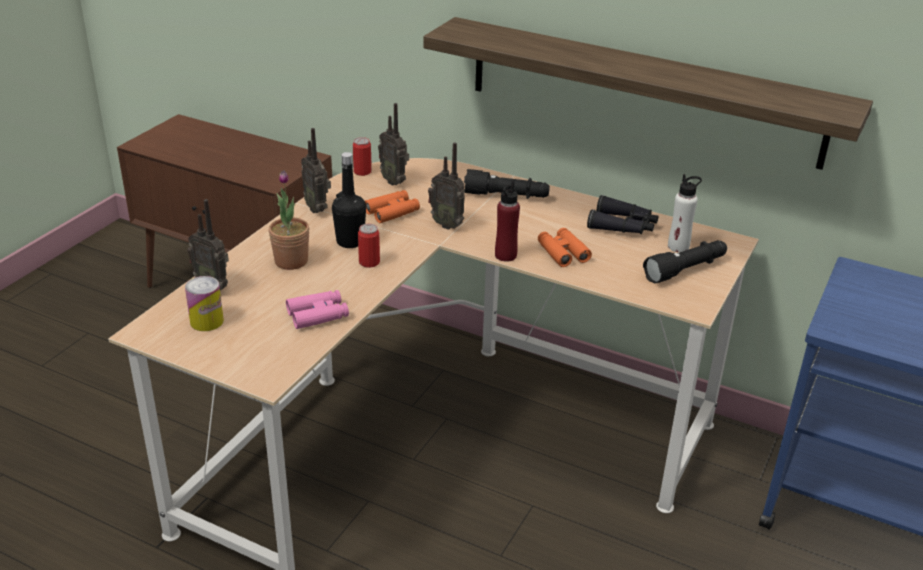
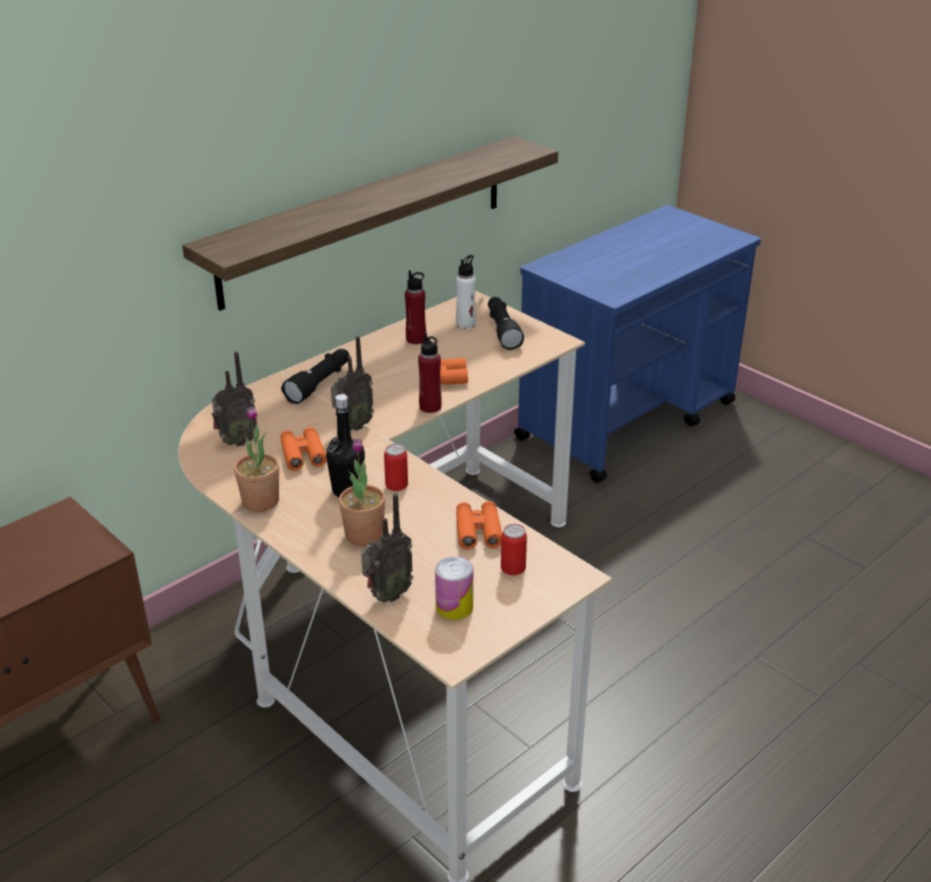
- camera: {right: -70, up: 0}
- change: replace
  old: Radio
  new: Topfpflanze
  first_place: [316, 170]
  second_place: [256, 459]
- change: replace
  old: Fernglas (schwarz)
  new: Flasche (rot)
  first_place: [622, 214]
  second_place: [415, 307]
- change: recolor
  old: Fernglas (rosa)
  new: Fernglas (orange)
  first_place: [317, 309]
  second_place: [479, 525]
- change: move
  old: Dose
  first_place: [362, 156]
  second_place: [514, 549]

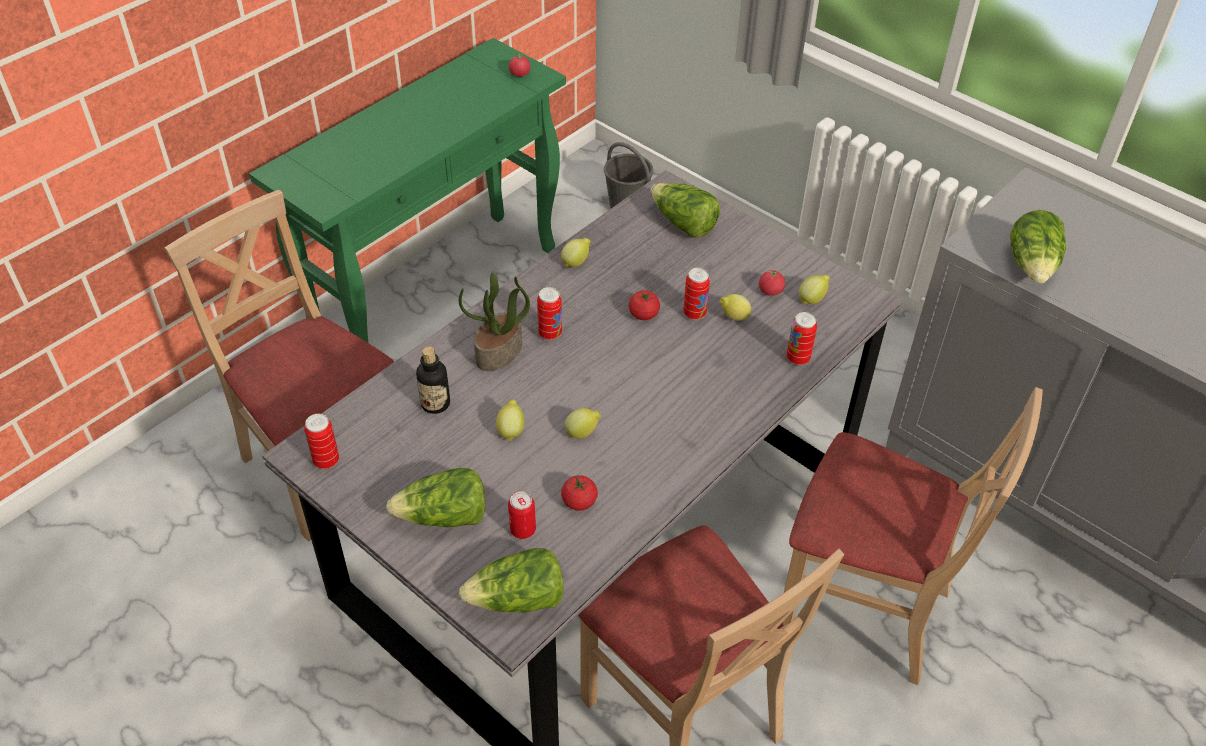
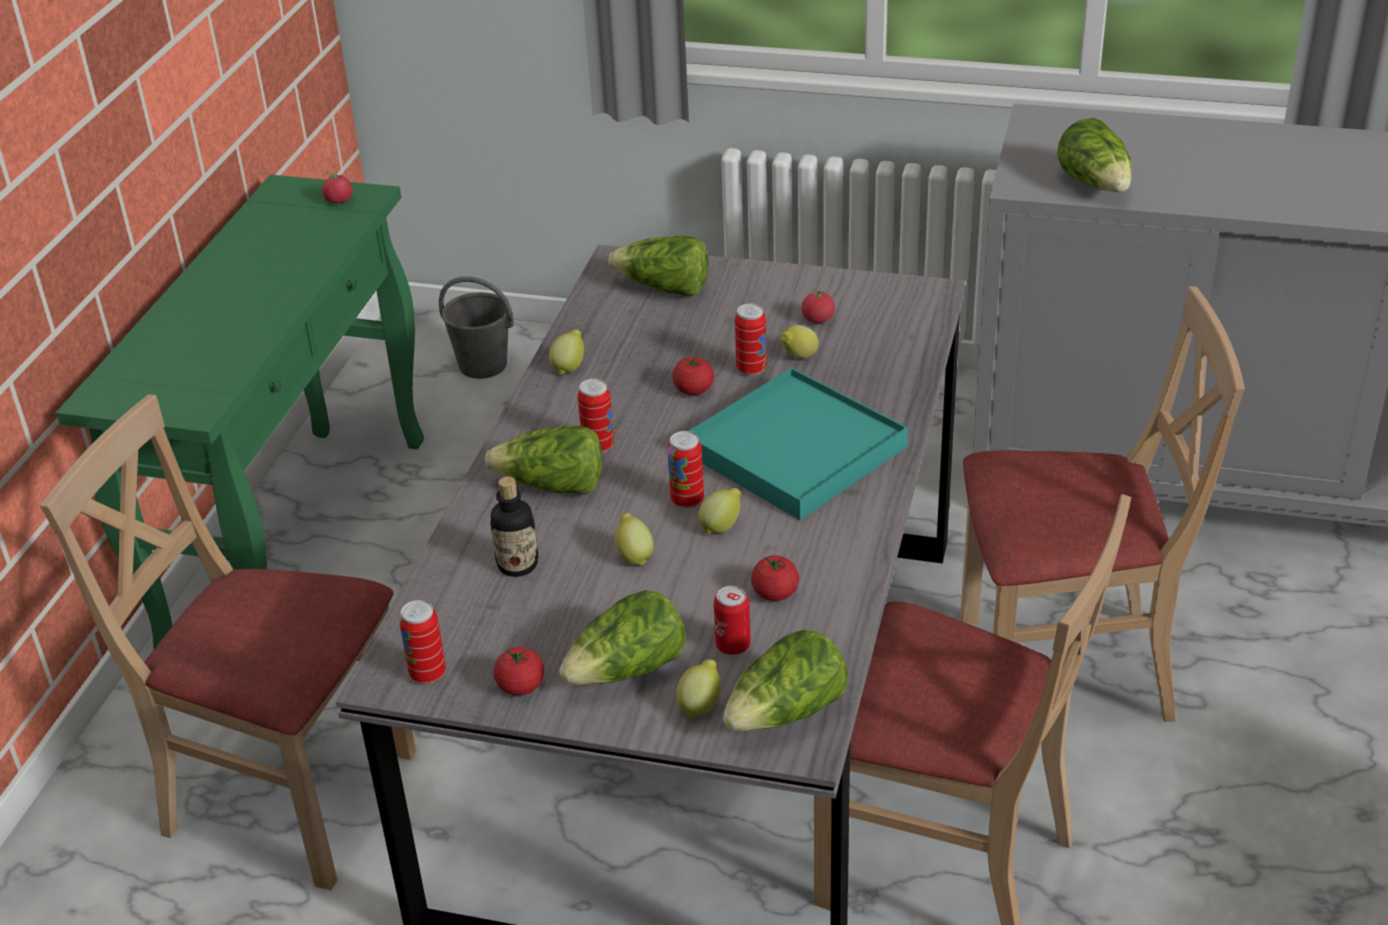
- camera: {right: -25, up: -10}
- change: replace
  old: Topfpflanze
  new: Salatkopf
  first_place: [494, 321]
  second_place: [543, 460]
- change: insert
  new: Tomate
  second_place: [519, 671]
- change: move
  old: Dose
  first_place: [802, 338]
  second_place: [686, 470]
- change: move
  old: Zitrone
  first_place: [814, 289]
  second_place: [698, 689]
- change: insert
  new: Tablett (türkis)
  second_place: [798, 444]

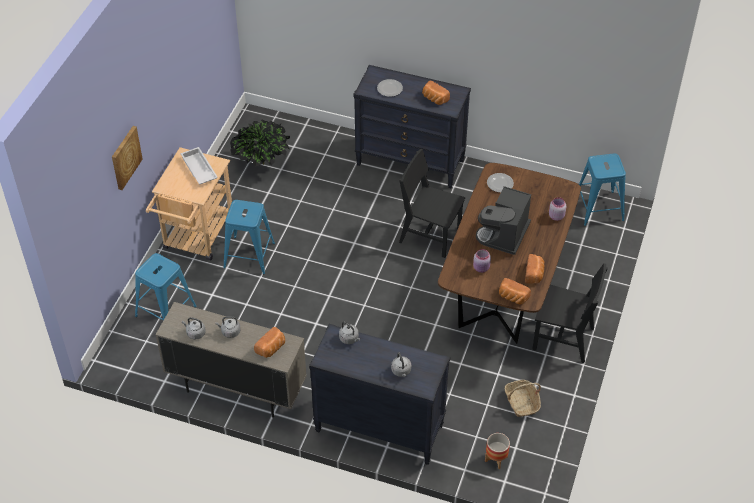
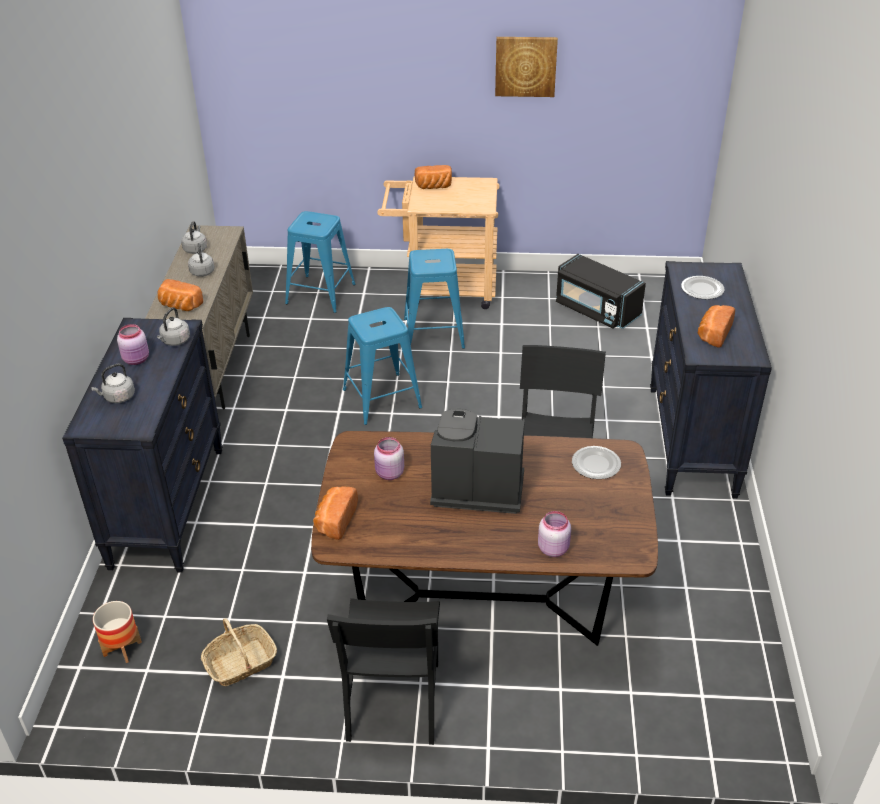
- camera: {right: 75, up: -10}
- change: insert
  new: Vorratsglas (rosa)
  second_place: [133, 344]
- change: move
  old: Hocker (blau)
  first_place: [602, 190]
  second_place: [382, 366]
- change: move
  old: Brot
  first_place: [534, 269]
  second_place: [433, 177]
- change: move
  old: Bild
  first_place: [127, 158]
  second_place: [526, 67]
- change: replace
  old: Topfpflanze
  new: Mikrowelle (schwarz)
  first_place: [260, 143]
  second_place: [601, 291]
- change: delete
  old: Tablett (weiß)
  first_place: [199, 166]

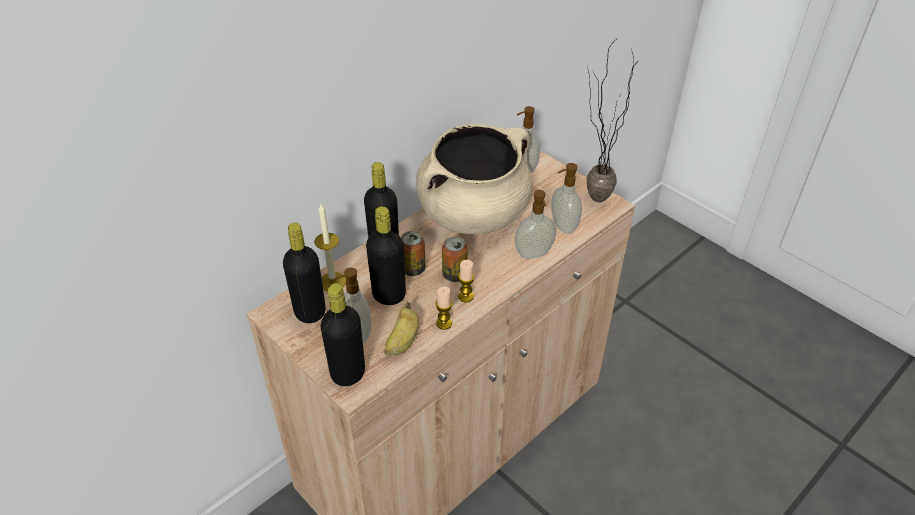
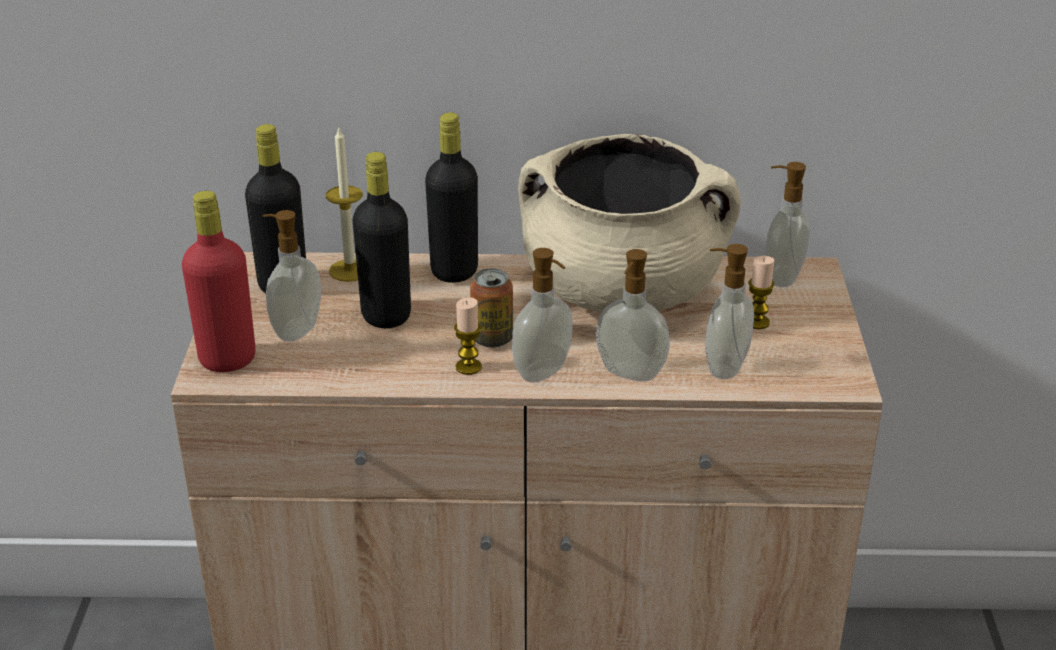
- camera: {right: 45, up: -10}
- change: recolor
  old: Flasche (schwarz)
  new: Flasche (rot)
  first_place: [343, 334]
  second_place: [219, 281]
- change: insert
  new: Seifenspender
  second_place: [542, 315]
- change: move
  old: Kerze
  first_place: [444, 308]
  second_place: [761, 292]
- change: delete
  old: Banane
  first_place: [401, 328]
- change: delete
  old: Dose
  first_place: [413, 253]
- change: delete
  old: Topfpflanze
  first_place: [612, 119]

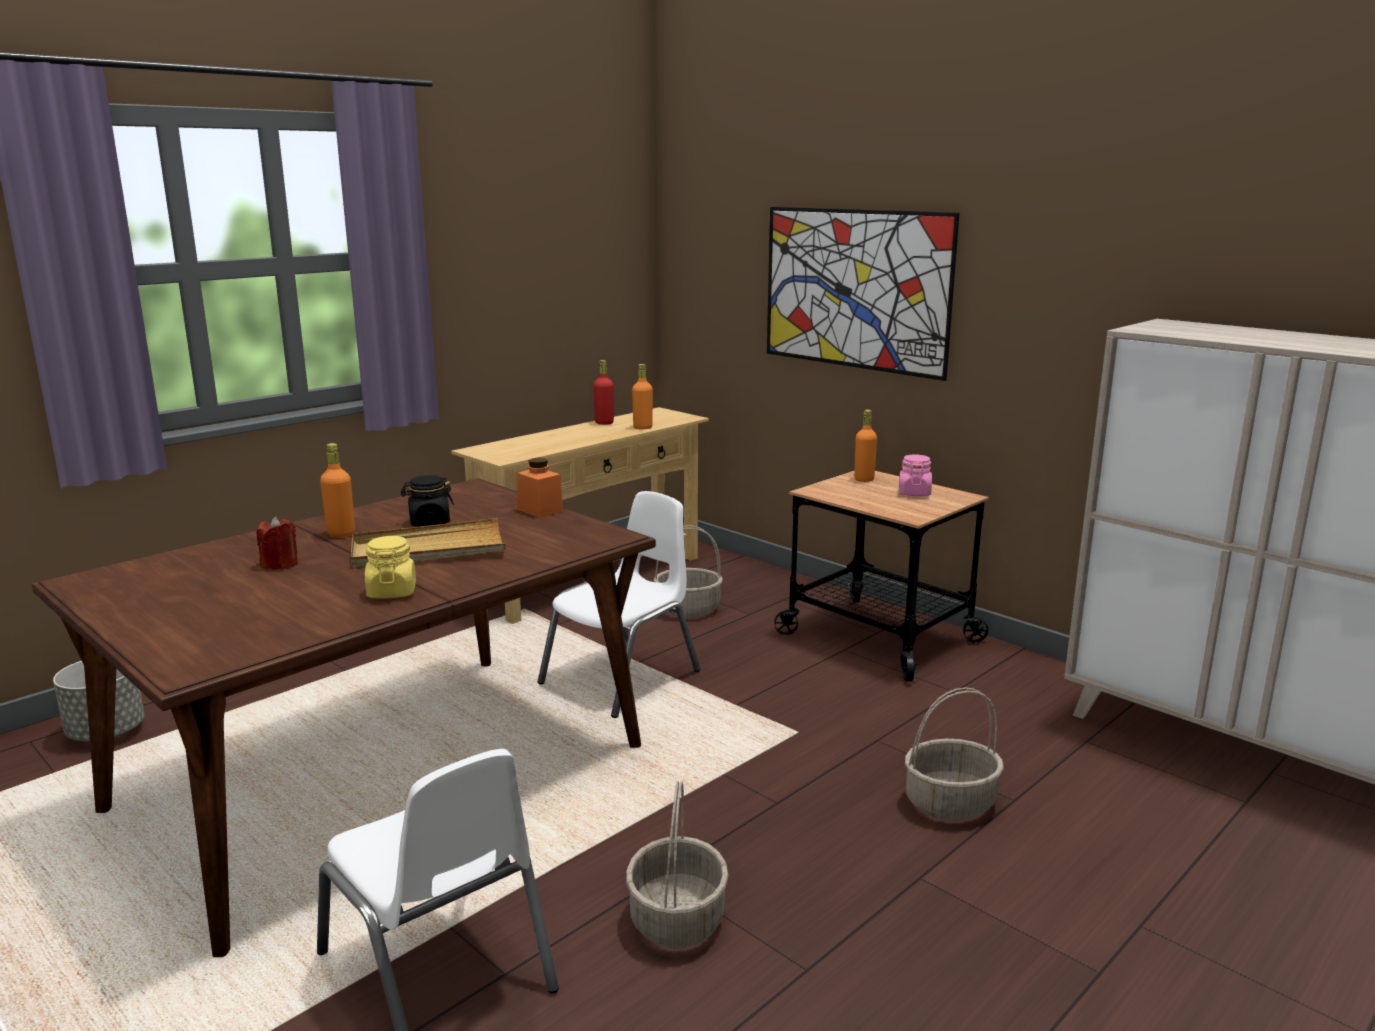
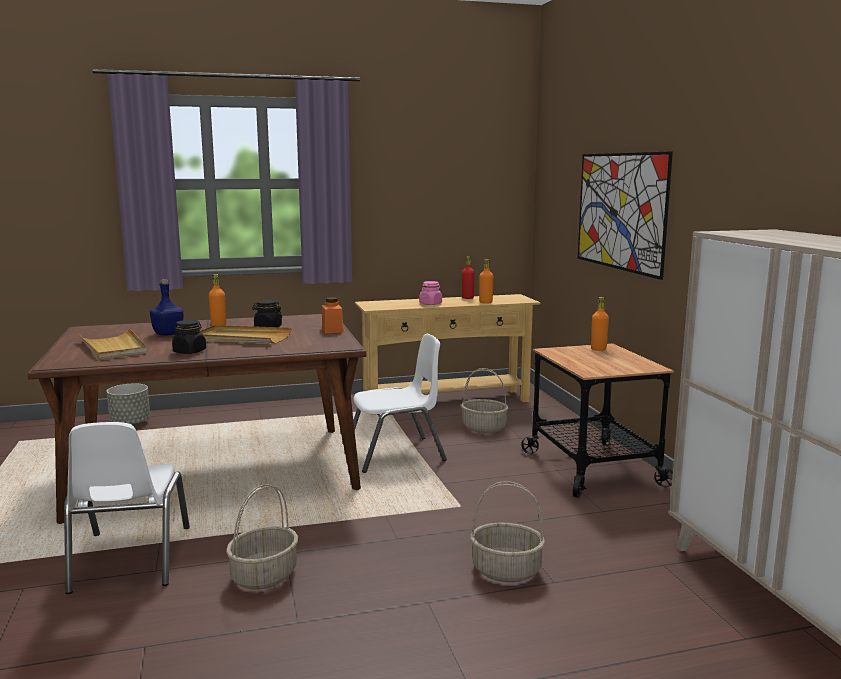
- camera: {right: 30, up: -5}
- change: insert
  new: Tablett (beige)
  second_place: [112, 344]
- change: replace
  old: Kerze (rot)
  new: Flasche (blau)
  first_place: [277, 543]
  second_place: [167, 307]
- change: recolor
  old: Vorratsglas (gelb)
  new: Vorratsglas (schwarz)
  first_place: [390, 567]
  second_place: [189, 337]
- change: move
  old: Vorratsglas (rosa)
  first_place: [915, 475]
  second_place: [430, 293]

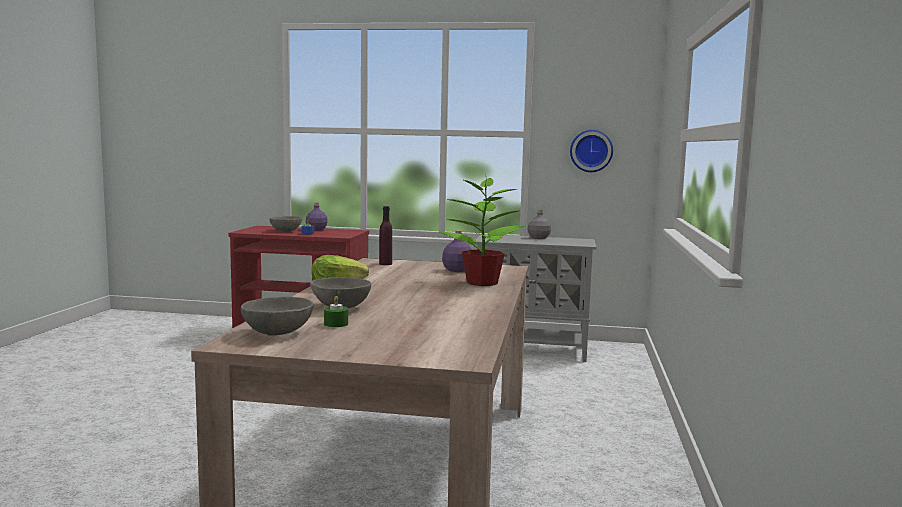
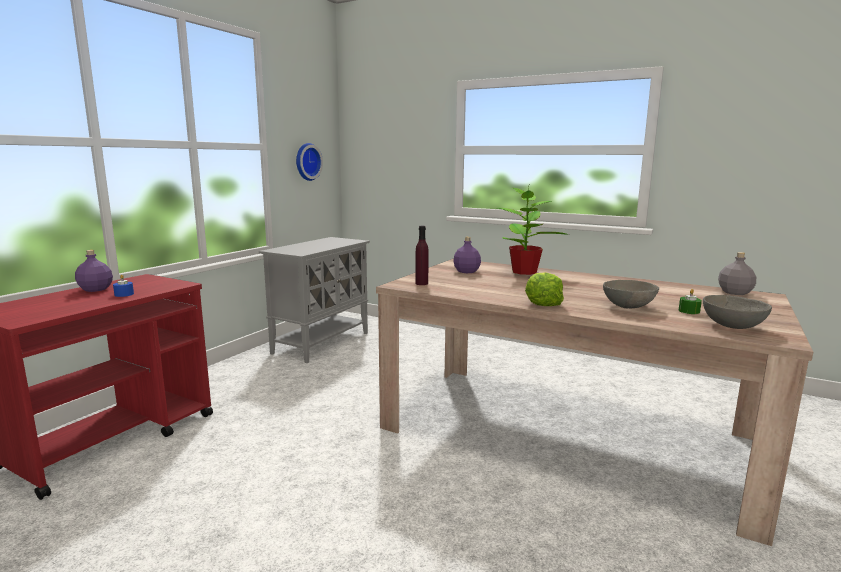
- camera: {right: -70, up: 5}
- change: move
  old: Flasche (grau)
  first_place: [539, 224]
  second_place: [737, 273]
- change: delete
  old: Schüssel (grau)
  first_place: [285, 224]

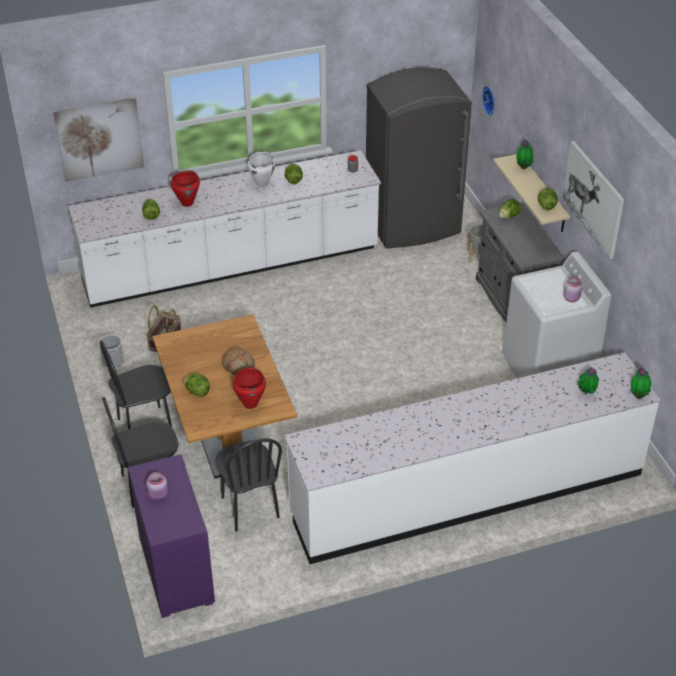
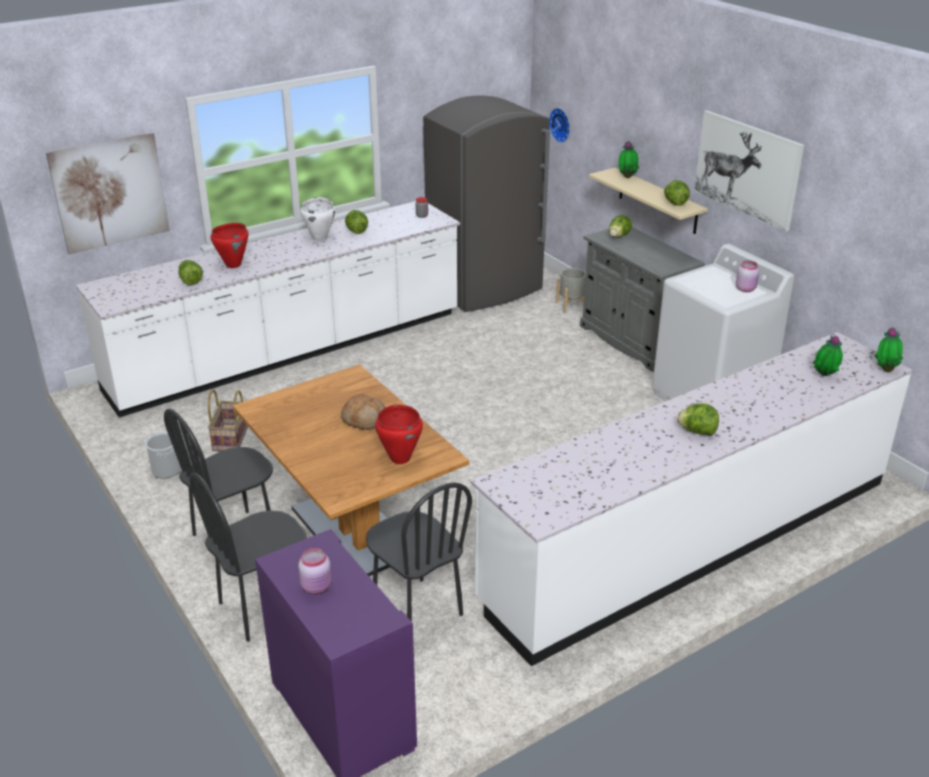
- camera: {right: -15, up: -10}
- change: move
  old: Salatkopf
  first_place: [196, 385]
  second_place: [698, 419]

